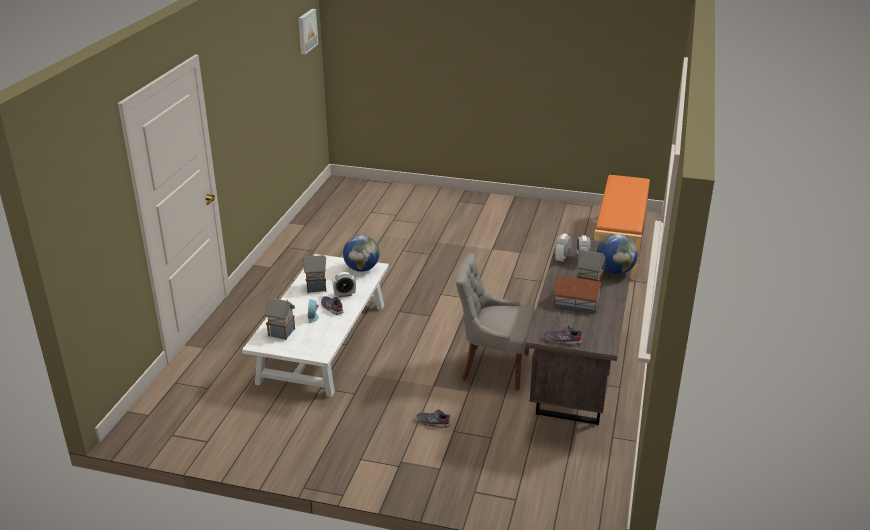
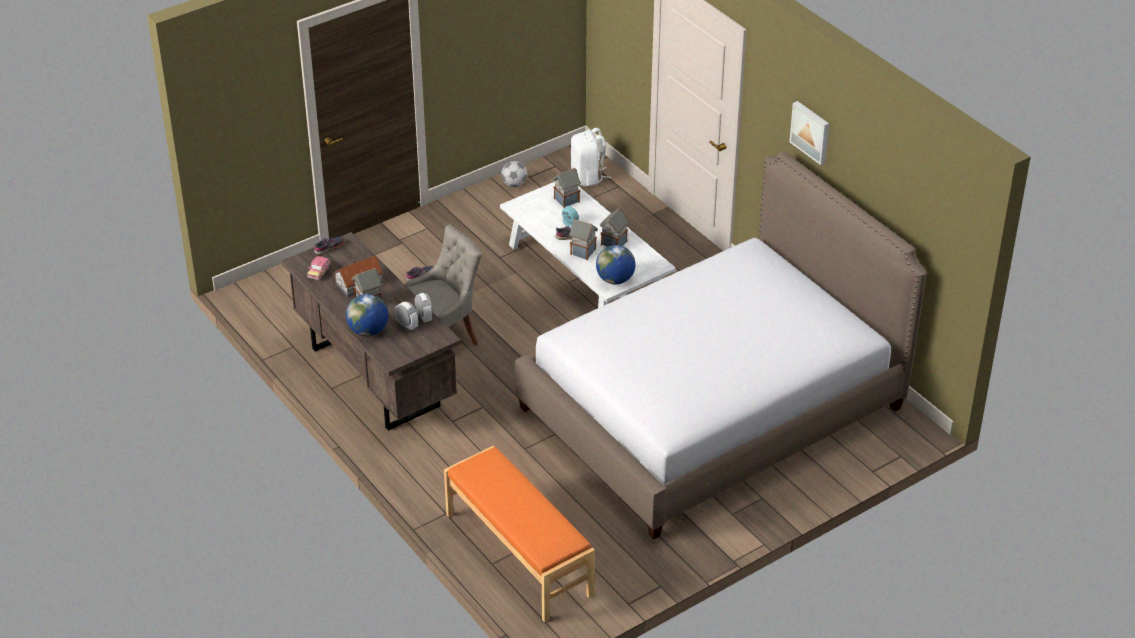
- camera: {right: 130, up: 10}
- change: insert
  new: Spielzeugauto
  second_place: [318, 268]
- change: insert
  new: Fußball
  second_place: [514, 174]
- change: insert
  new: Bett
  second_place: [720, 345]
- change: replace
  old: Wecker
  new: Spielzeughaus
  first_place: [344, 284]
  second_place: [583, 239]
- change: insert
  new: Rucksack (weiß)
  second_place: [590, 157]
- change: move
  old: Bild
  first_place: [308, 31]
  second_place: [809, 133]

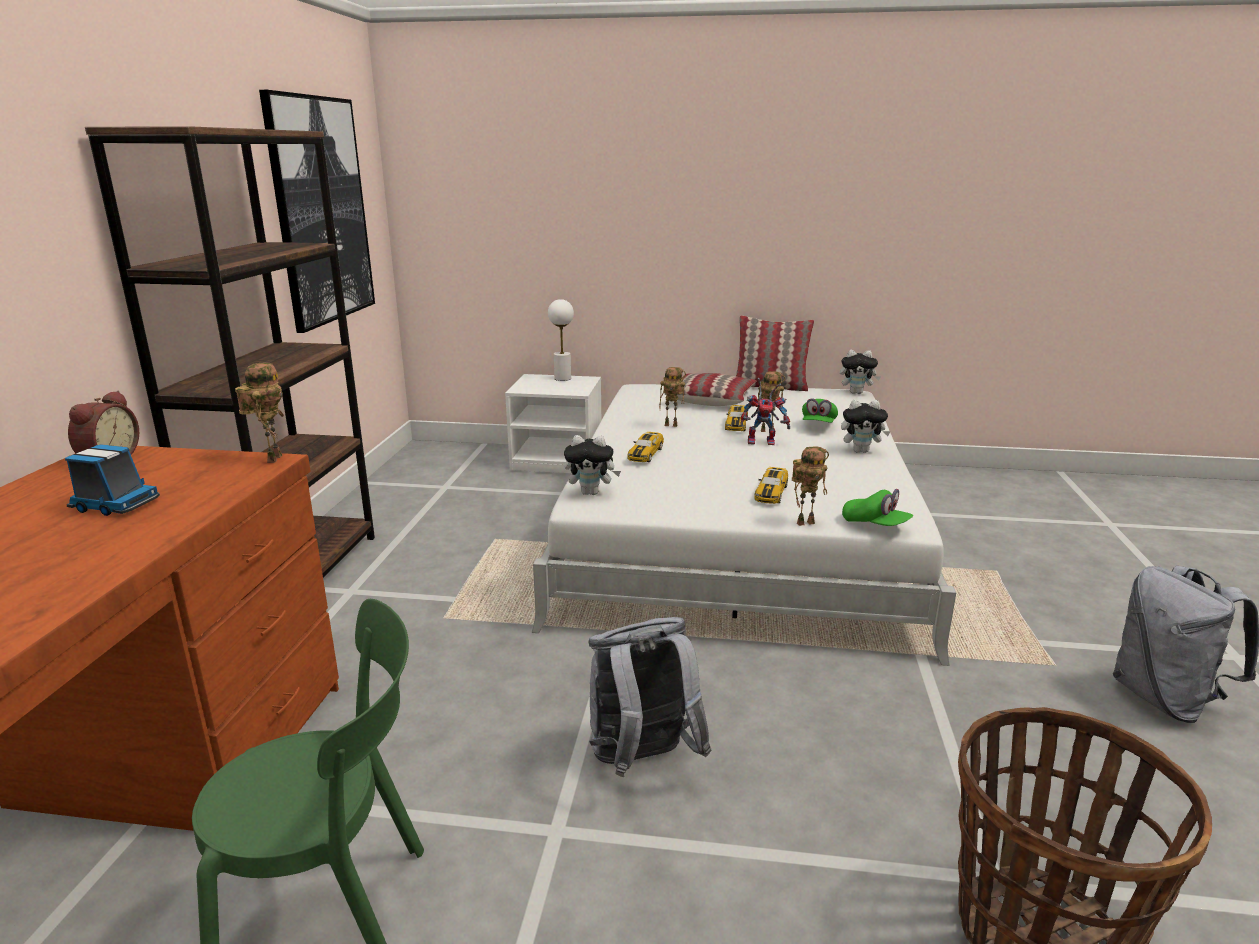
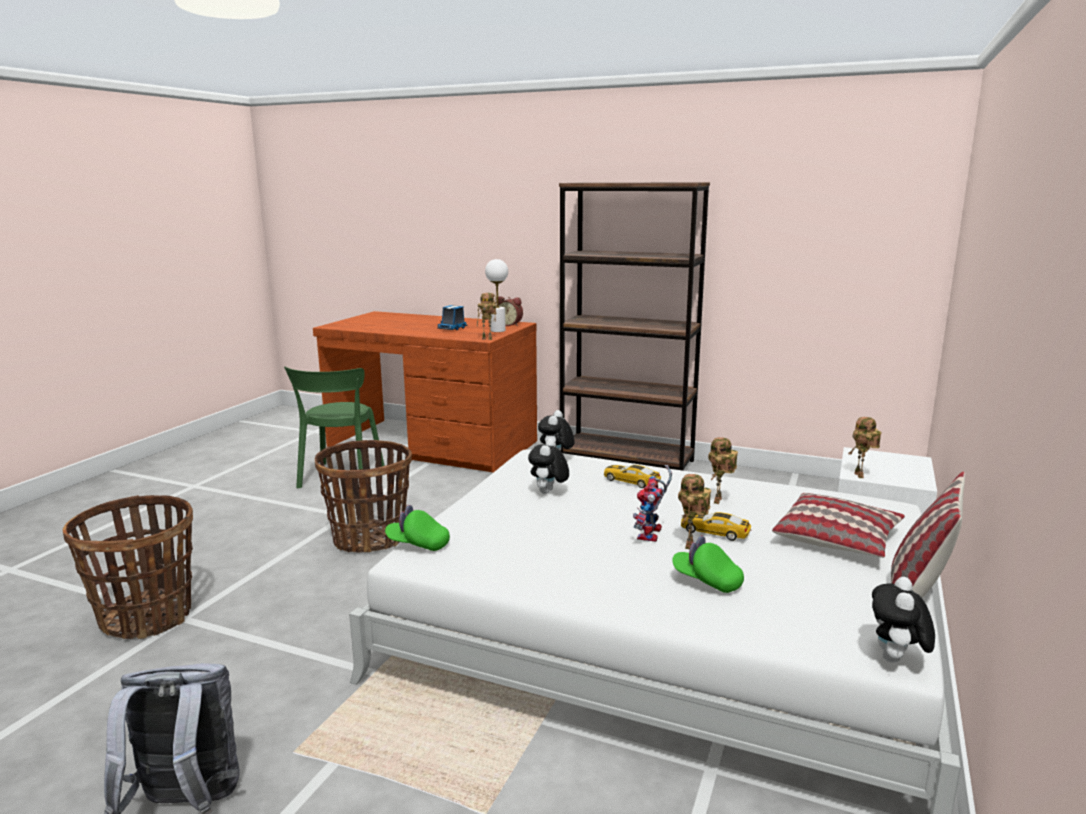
- camera: {right: 105, up: -5}
- change: replace
  old: Rucksack (grau)
  new: Korb
  first_place: [650, 697]
  second_place: [363, 496]
- change: rotate
  old: Kappe (grün)
  first_place: [877, 507]
  second_place: [417, 528]
  degrees: 45
- change: move
  old: Tischlampe (weiß)
  first_place: [561, 340]
  second_place: [496, 295]
- change: move
  old: Plüschtier
  first_place: [866, 426]
  second_place: [548, 466]
- change: move
  old: Spielzeugroboter
  first_place: [810, 486]
  second_place: [865, 447]
- change: delete
  old: Bild
  first_place: [317, 211]
- change: delete
  old: Spielzeugauto
  first_place: [771, 485]

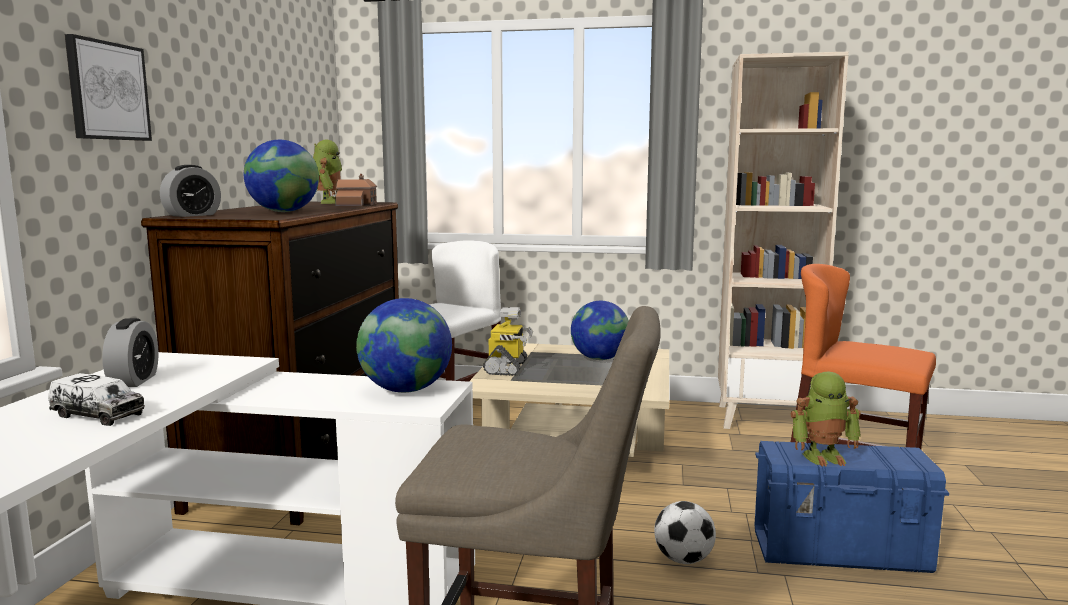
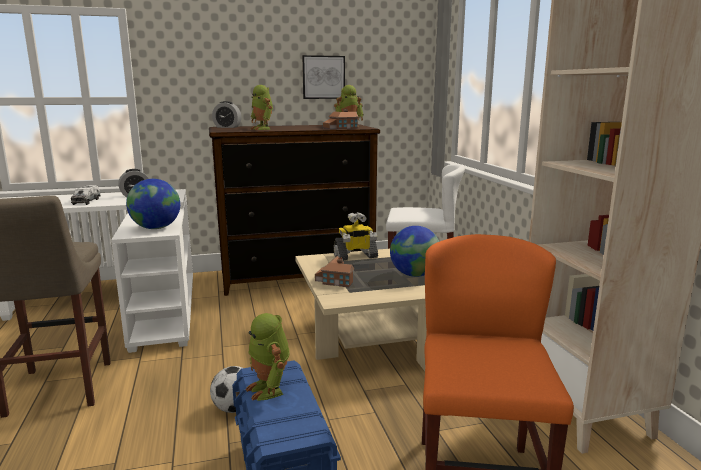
- camera: {right: 65, up: 5}
- change: replace
  old: Globus
  new: Spielzeugroboter
  first_place: [281, 176]
  second_place: [261, 107]
- change: move
  old: Bild
  first_place: [108, 87]
  second_place: [323, 77]
- change: insert
  new: Spielzeughaus
  second_place: [334, 271]

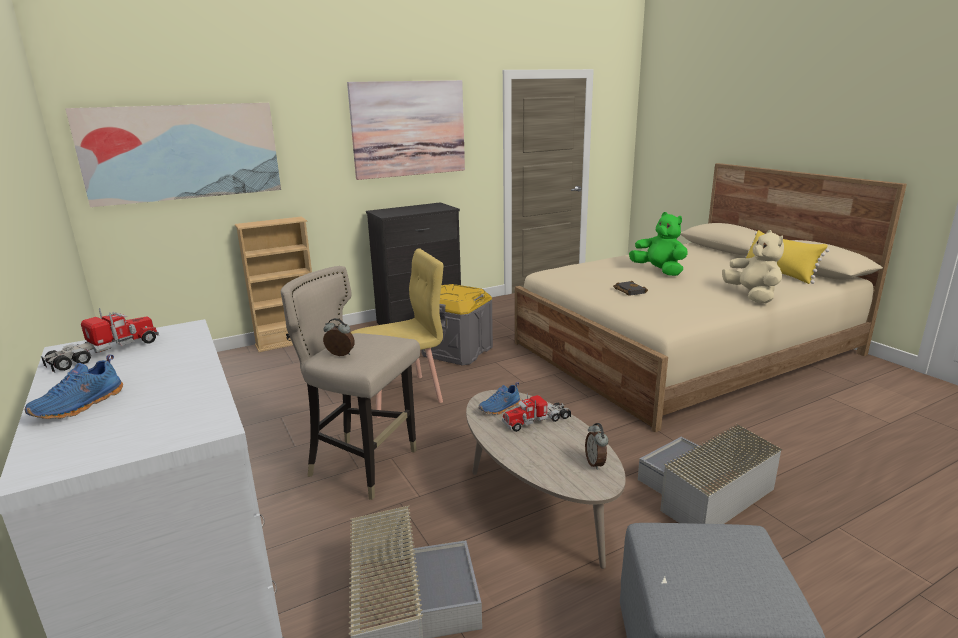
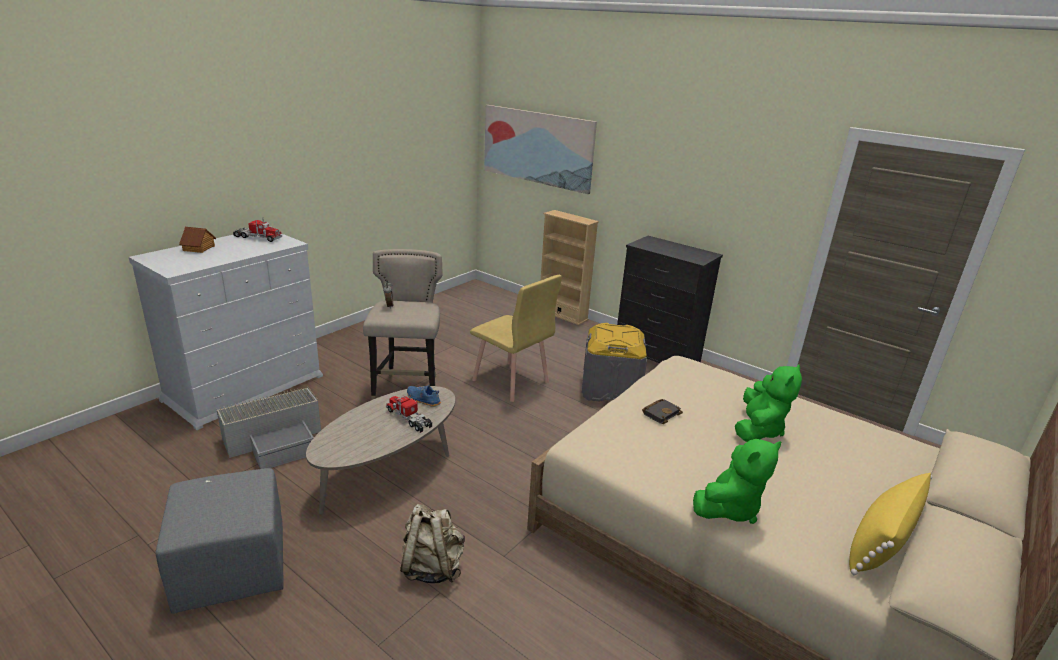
- camera: {right: 65, up: 5}
- change: replace
  old: Schuh (blau)
  new: Spielzeughaus
  first_place: [74, 386]
  second_place: [197, 240]
- change: replace
  old: Aufbewahrungsbox (grau)
  new: Rucksack (beige)
  first_place: [710, 474]
  second_place: [432, 544]
- change: recolor
  old: Plüschtier (beige)
  new: Plüschtier (grün)
  first_place: [753, 266]
  second_place: [737, 481]
- change: delete
  old: Bild
  first_place: [406, 130]
- change: delete
  old: Wecker
  first_place: [597, 446]

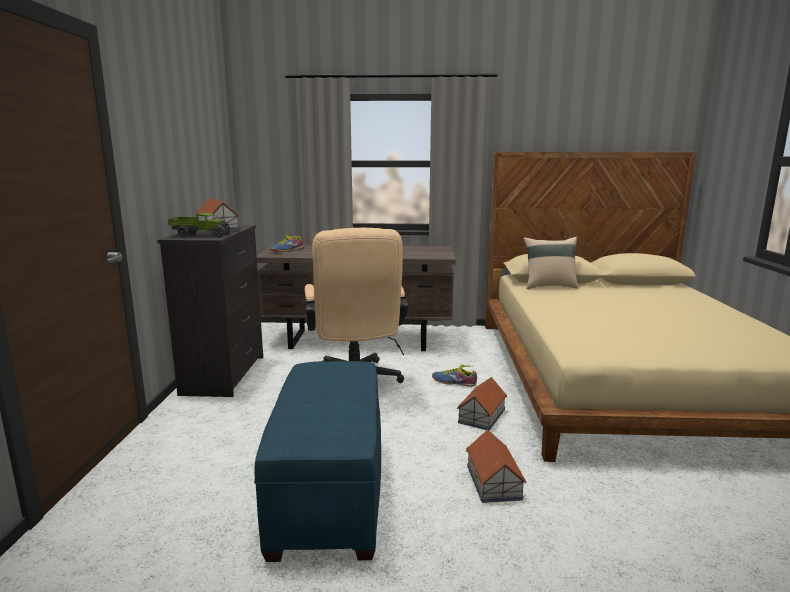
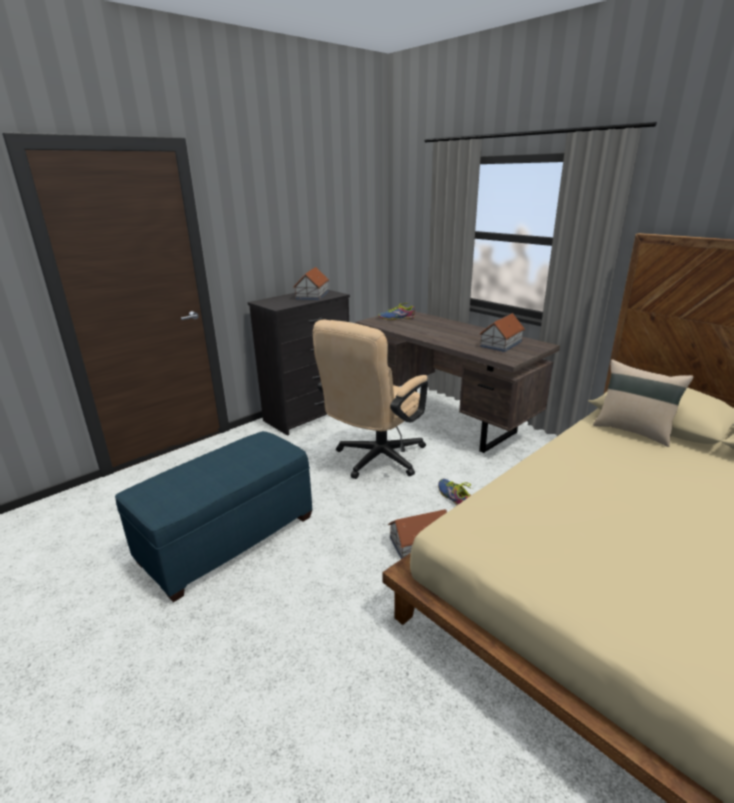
- camera: {right: 45, up: 10}
- change: move
  old: Spielzeughaus
  first_place: [496, 466]
  second_place: [502, 332]
- change: delete
  old: Spielzeuglaster
  first_place: [199, 225]

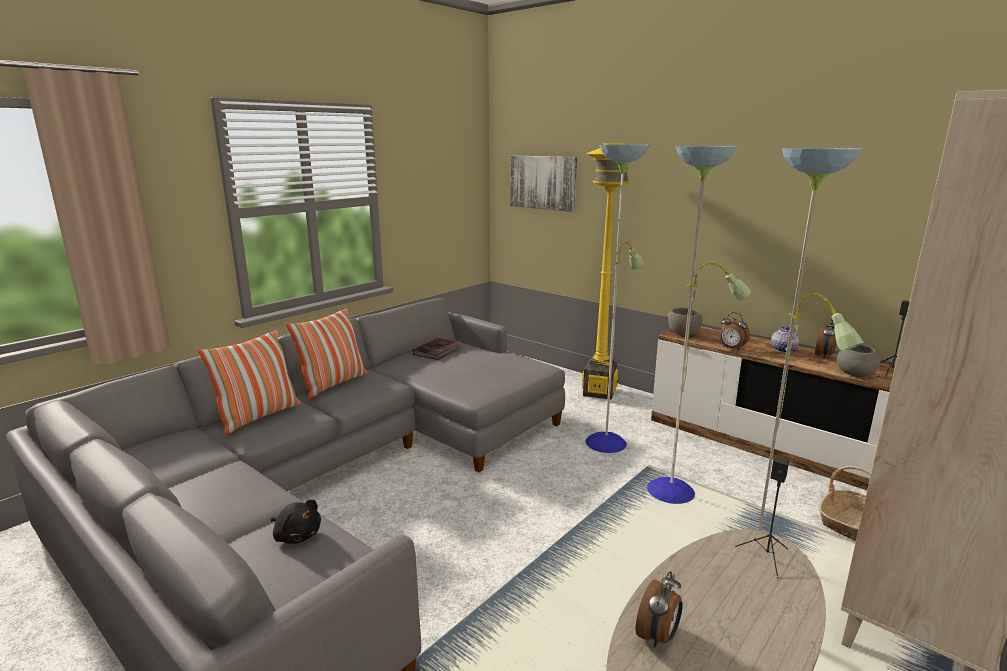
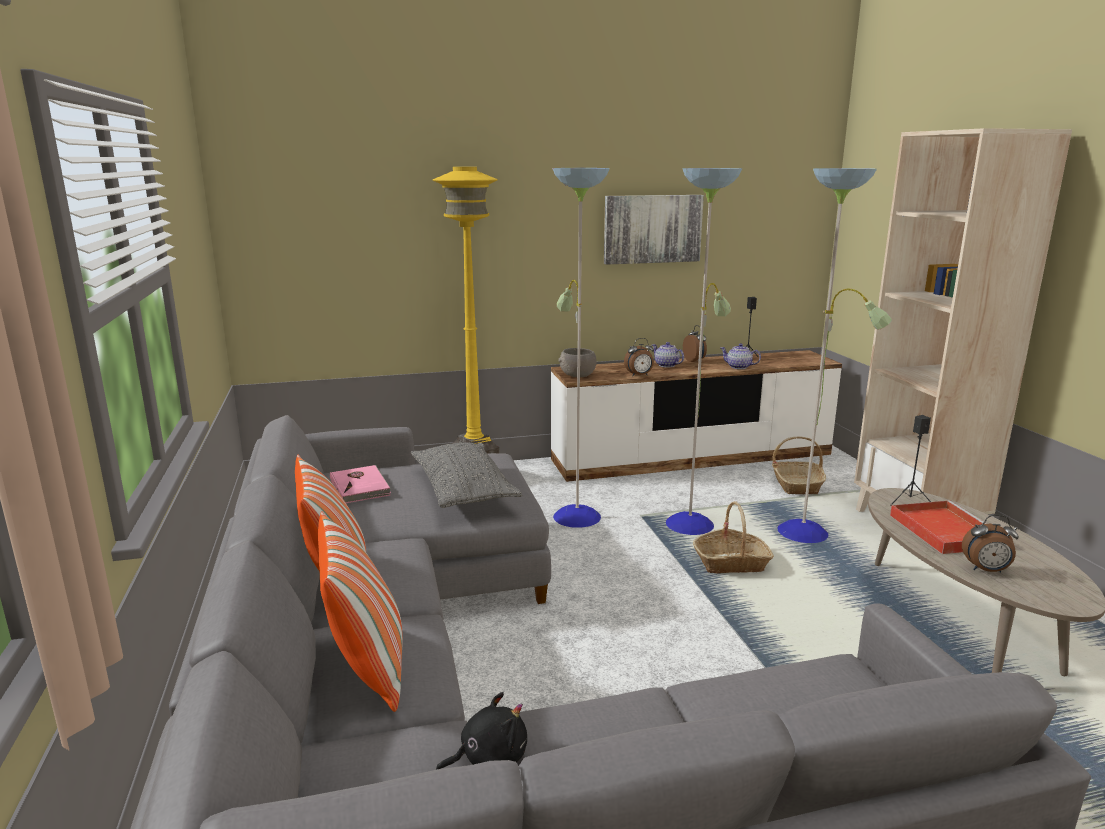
- camera: {right: -55, up: 0}
- change: recolor
  old: Buch (braun)
  new: Buch (rosa)
  first_place: [438, 349]
  second_place: [360, 484]
- change: insert
  new: Kissen (grau)
  second_place: [466, 475]
- change: move
  old: Plüschtier (schwarz)
  first_place: [296, 521]
  second_place: [481, 731]
- change: move
  old: Bild
  first_place: [543, 184]
  second_place: [654, 230]
- change: insert
  new: Korb
  second_place: [733, 537]
- change: replace
  old: Schüssel (grau)
  new: Teekanne
  first_place: [859, 361]
  second_place: [740, 356]
- change: insert
  new: Tablett (rot)
  second_place: [938, 527]
- change: rotate
  old: Wecker
  first_place: [659, 609]
  second_place: [990, 543]
  degrees: 120

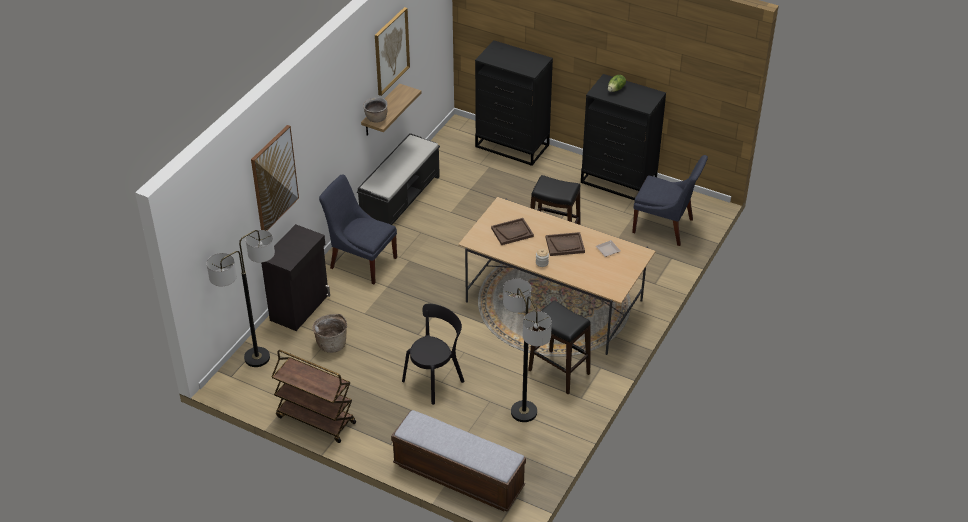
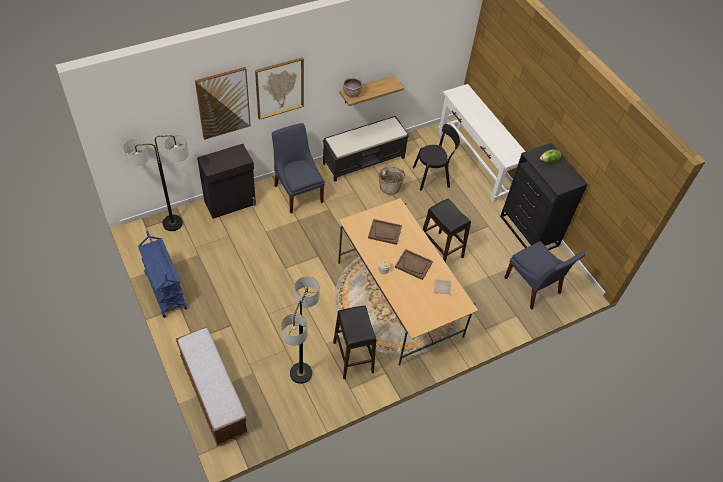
- camera: {right: 30, up: 10}
- change: recolor
  old: Rollwagen (braun)
  new: Rollwagen (blau)
  first_place: [314, 396]
  second_place: [162, 274]
- change: move
  old: Bild
  first_place: [392, 51]
  second_place: [279, 88]
- change: move
  old: Korb
  first_place: [329, 333]
  second_place: [392, 180]
- change: move
  old: Stuhl (schwarz)
  first_place: [433, 354]
  second_place: [436, 157]
- change: replace
  old: Kommode (schwarz)
  new: Konsolentisch (weiß)
  first_place: [514, 103]
  second_place: [482, 143]

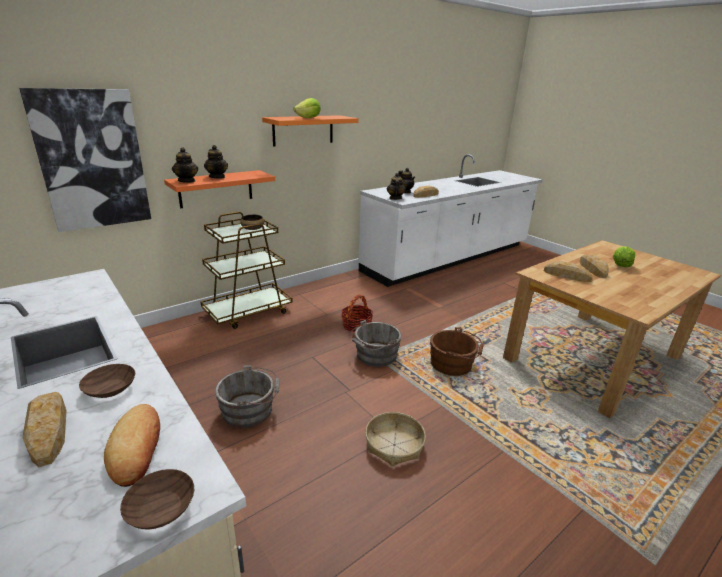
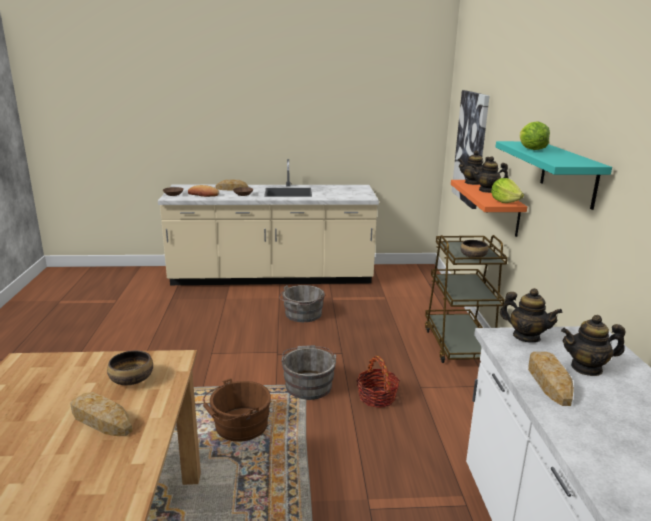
- camera: {right: 125, up: -5}
- change: replace
  old: Brot
  new: Schüssel
  first_place: [568, 271]
  second_place: [130, 367]
- change: move
  old: Salatkopf
  first_place: [624, 256]
  second_place: [507, 190]
- change: recolor
  old: Wandregal (orange)
  new: Wandregal (türkis)
  first_place: [310, 130]
  second_place: [554, 175]
- change: delete
  old: Korb
  first_place: [395, 439]

